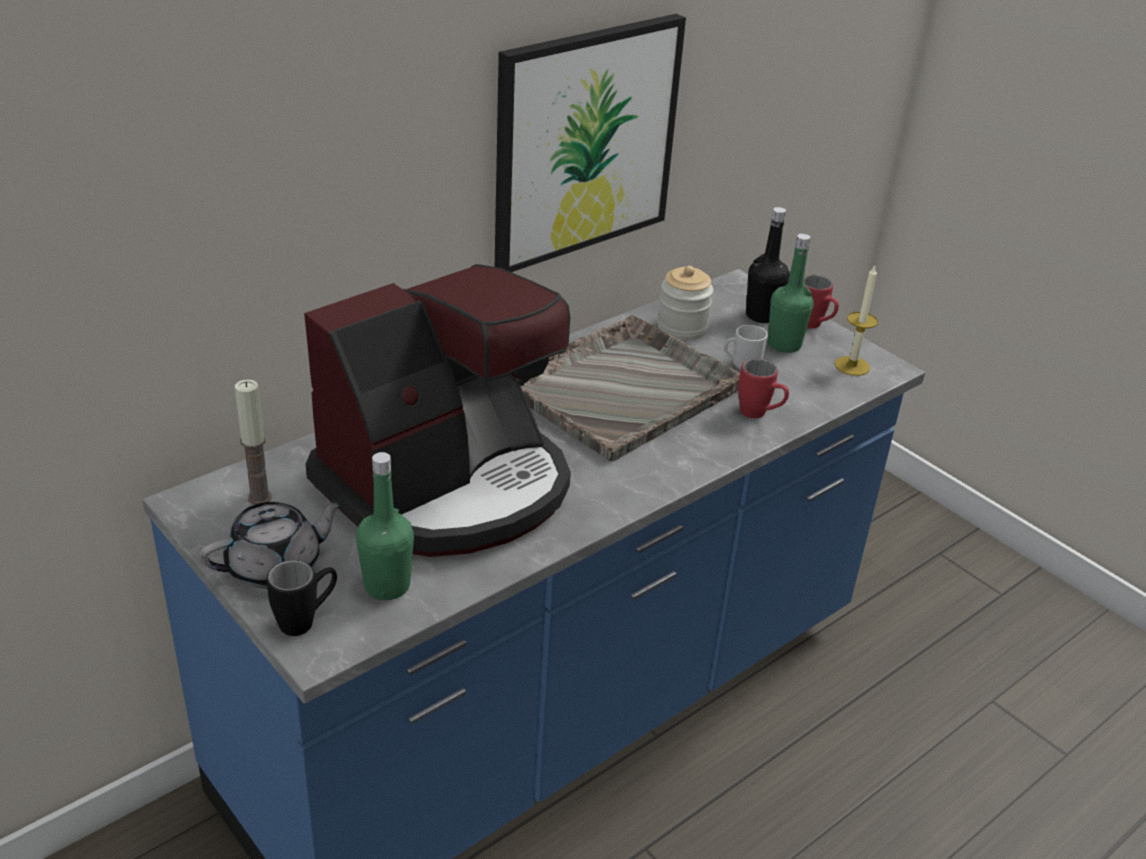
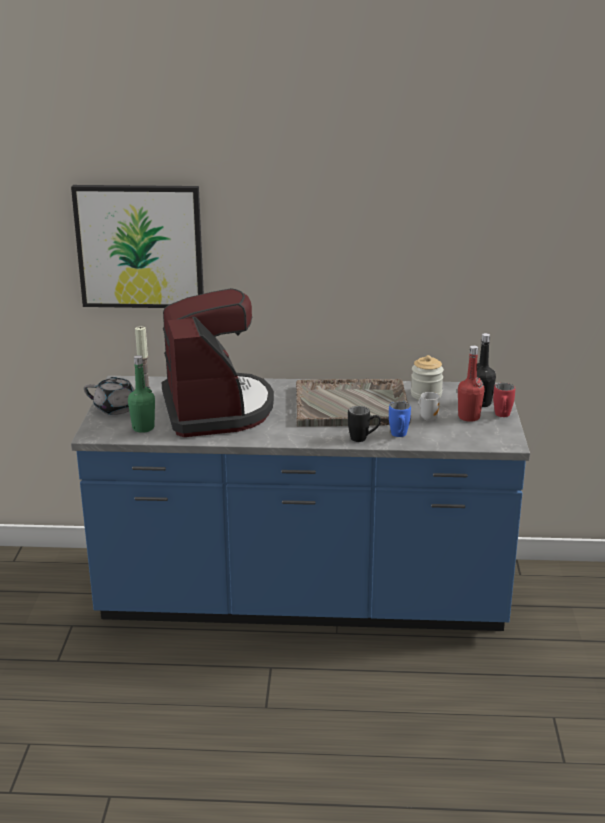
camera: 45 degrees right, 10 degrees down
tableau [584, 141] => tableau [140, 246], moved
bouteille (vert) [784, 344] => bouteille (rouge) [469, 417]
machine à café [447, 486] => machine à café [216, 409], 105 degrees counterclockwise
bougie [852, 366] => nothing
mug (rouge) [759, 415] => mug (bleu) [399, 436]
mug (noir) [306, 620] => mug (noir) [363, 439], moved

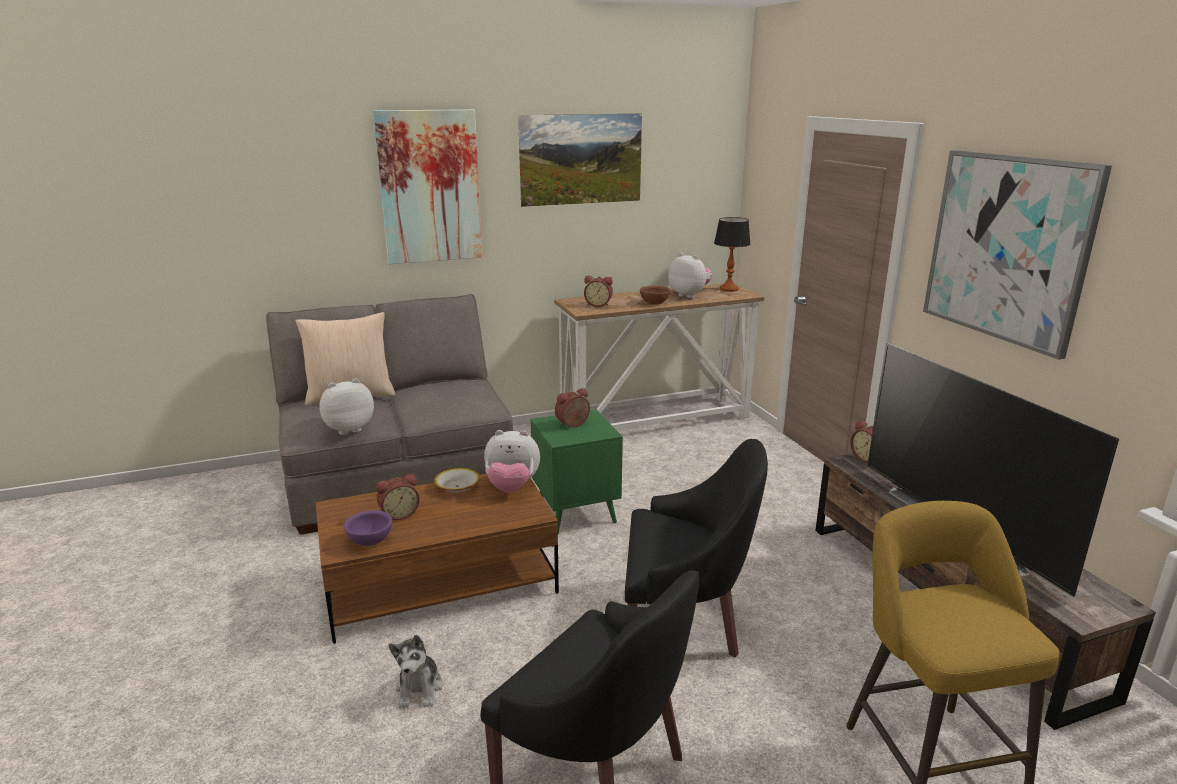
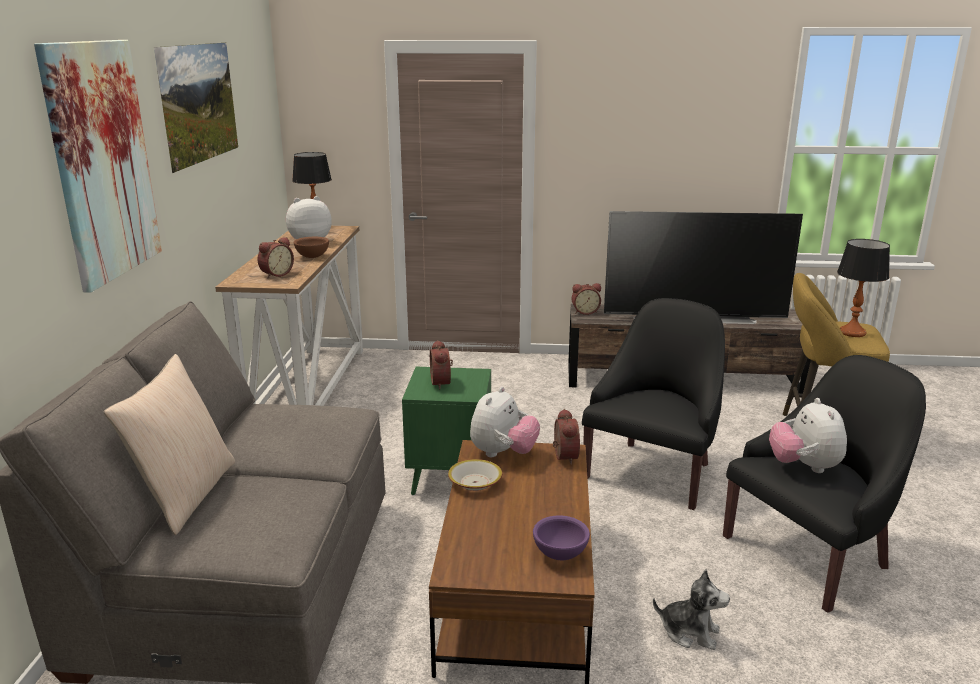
camera: 65 degrees left, 0 degrees up
tableau [1007, 248] => nothing
peluche [348, 429] => peluche [804, 466], moved
réveil [399, 514] => réveil [563, 456], moved
nothing => lampe de table [852, 332]

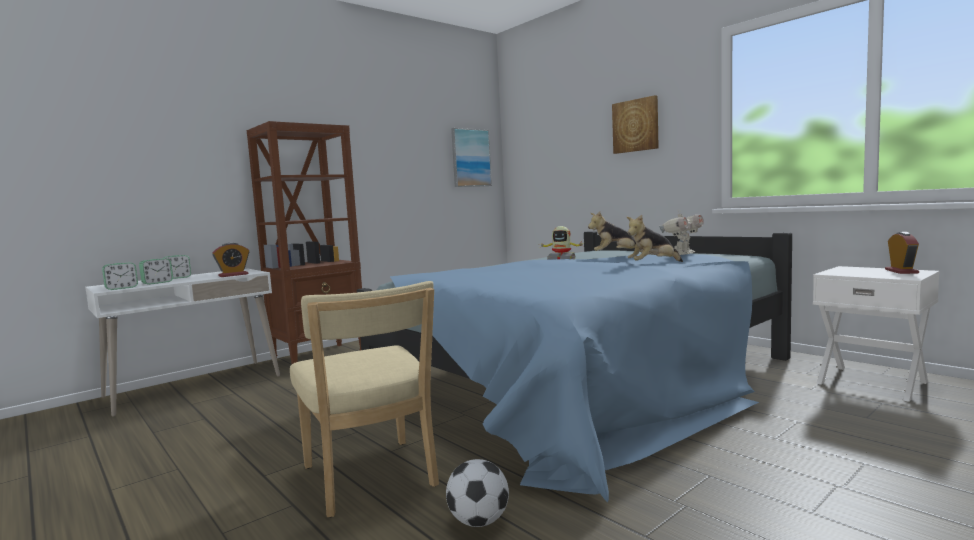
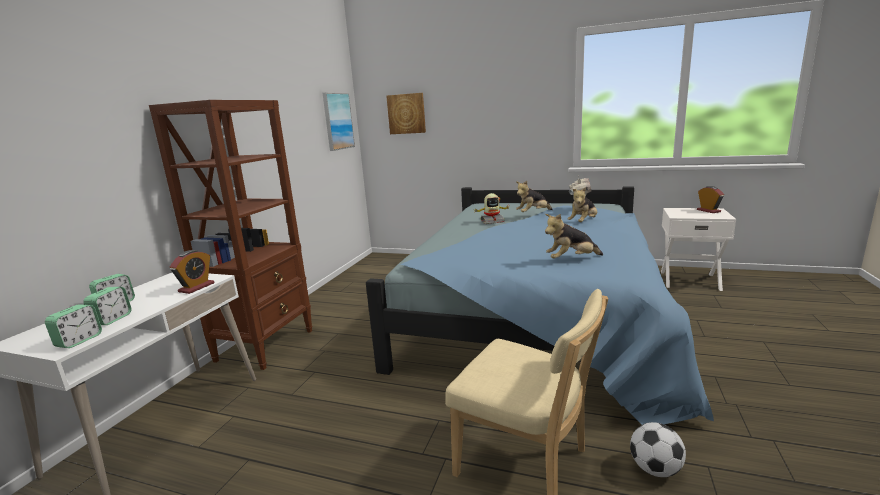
camera: 30 degrees left, 10 degrees up
tableau [635, 125] => tableau [406, 114], moved
nothing => peluche [571, 260]

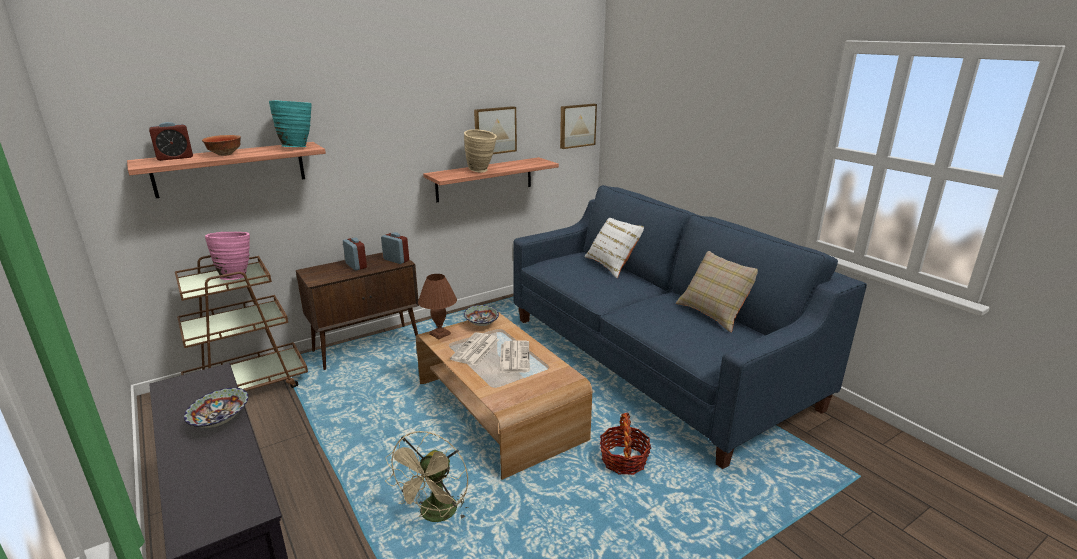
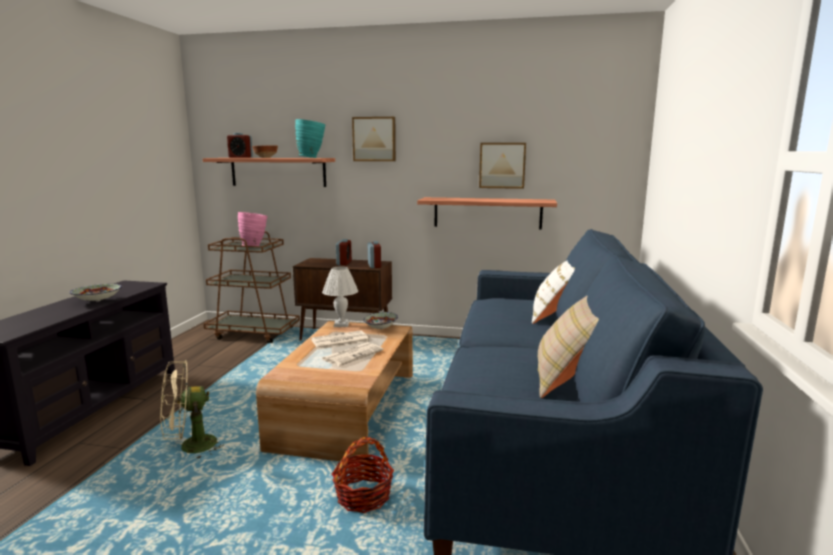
camera: 45 degrees right, 10 degrees down
tableau [577, 125] => tableau [374, 139], moved
vase (beige) [482, 171] => nothing
lampe de table (marron) [439, 334] => lampe de table (blanc) [341, 324]

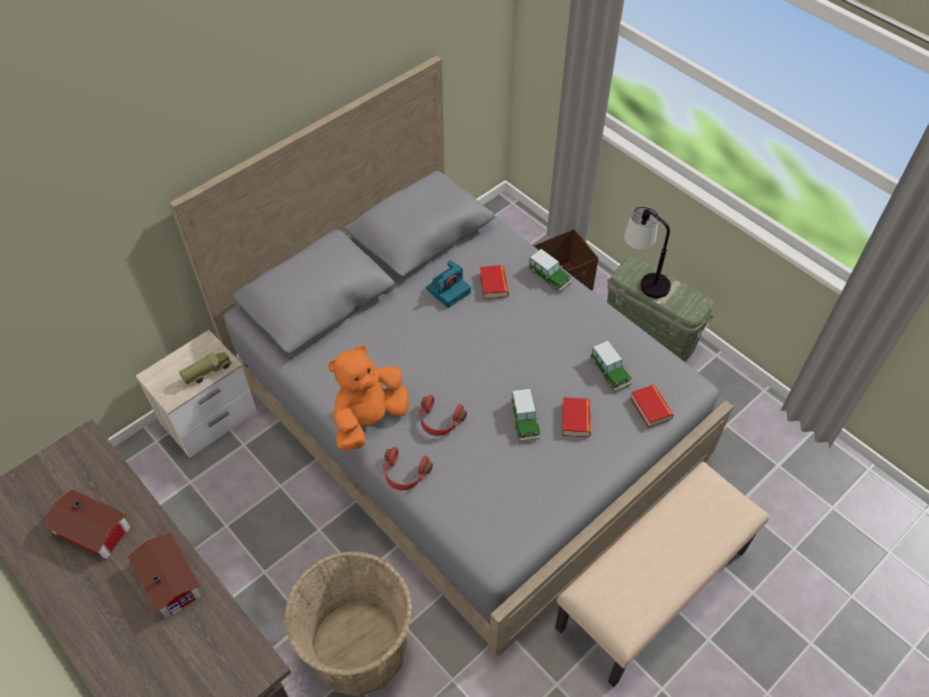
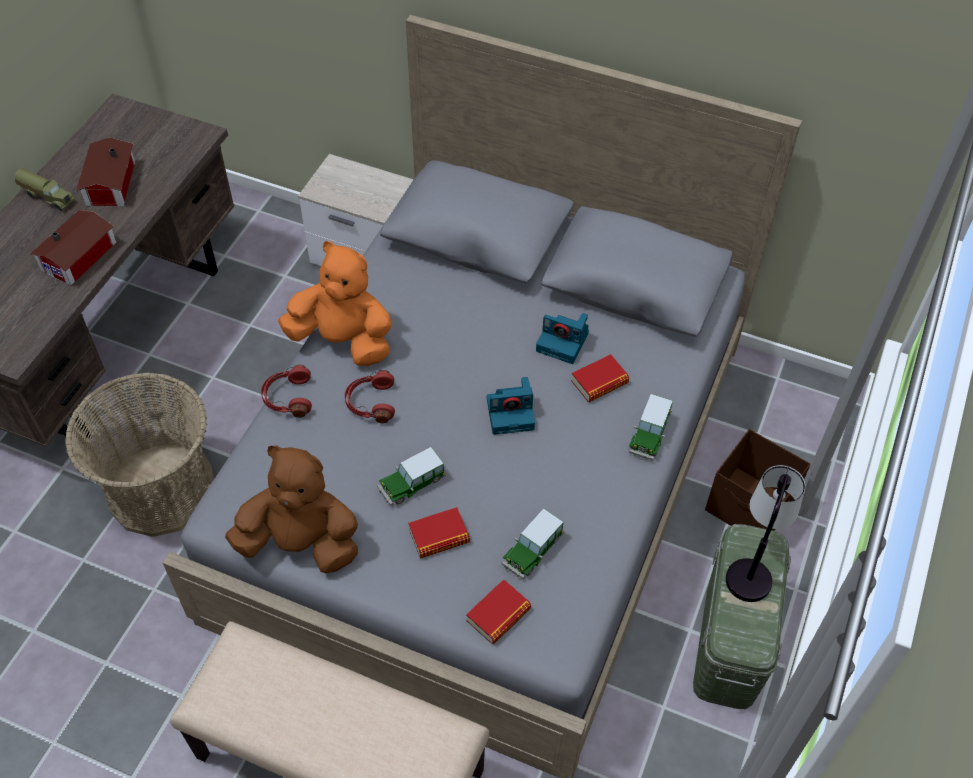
camera: 65 degrees right, 0 degrees up
camion jouet [207, 372] => camion jouet [48, 197], moved
nothing => appareil photo [511, 413]
nothing => peluche (marron) [301, 543]

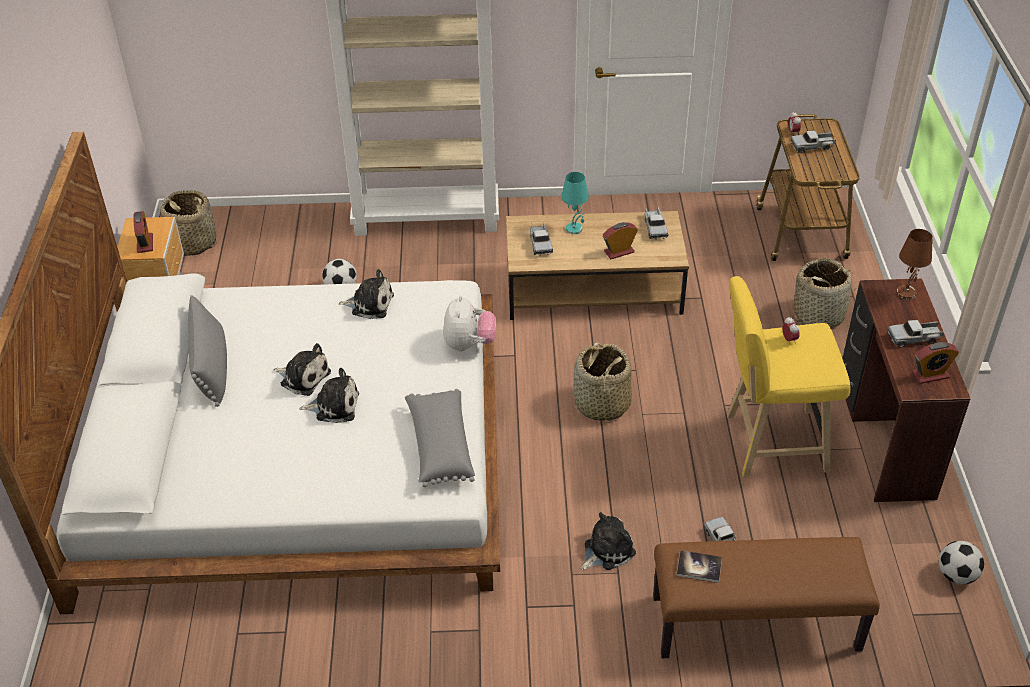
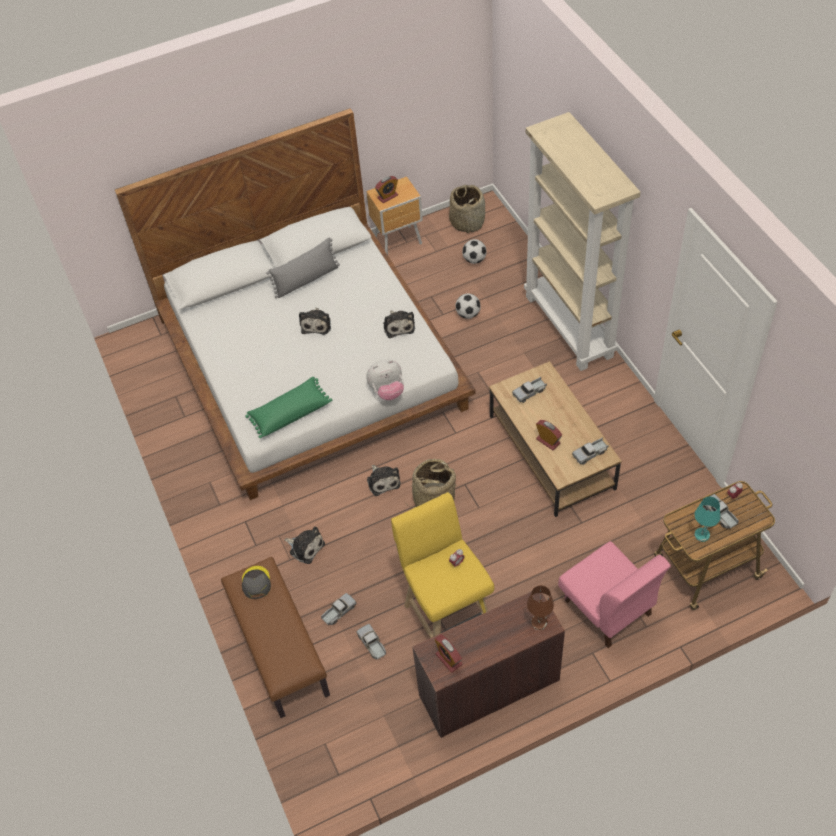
camera: 70 degrees right, 10 degrees up
lampe de table (turquoise) [574, 229] => lampe de table (turquoise) [702, 535], moved
panier [819, 315] => chaise (rose) [607, 608]
camion jouet [914, 338] => camion jouet [372, 644], moved
peluche [334, 406] => peluche [383, 481], moved
coussin (gris) [440, 446] => coussin (vert) [289, 413]
ballon de foot [956, 575] => ballon de foot [474, 260], moved
livre [699, 567] => casquette (gris) [256, 583]

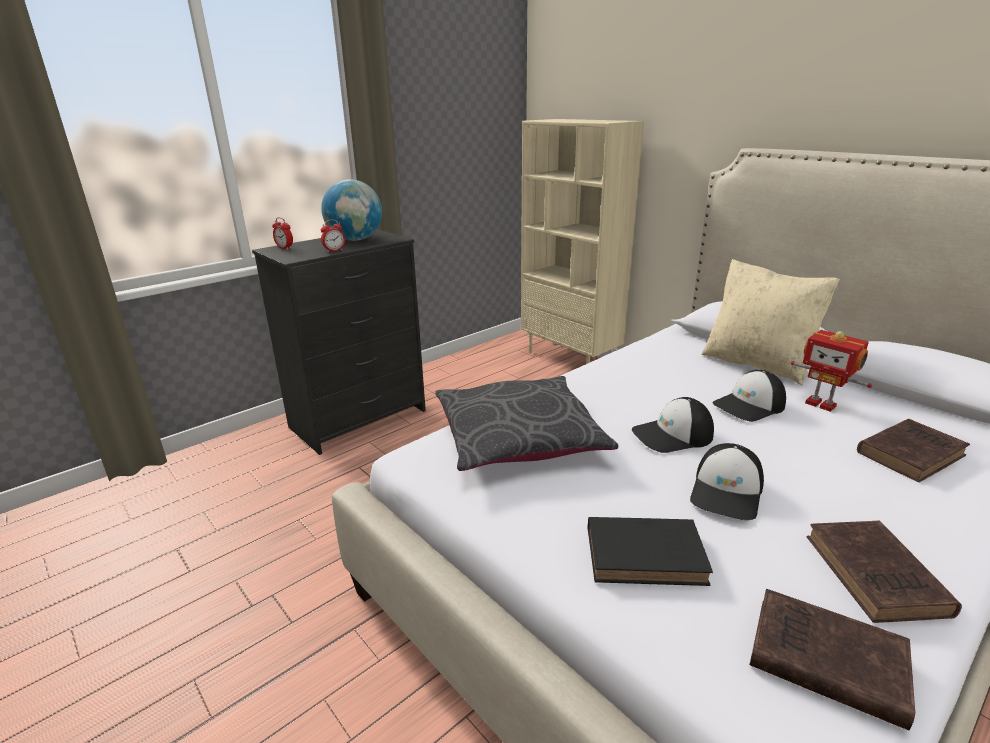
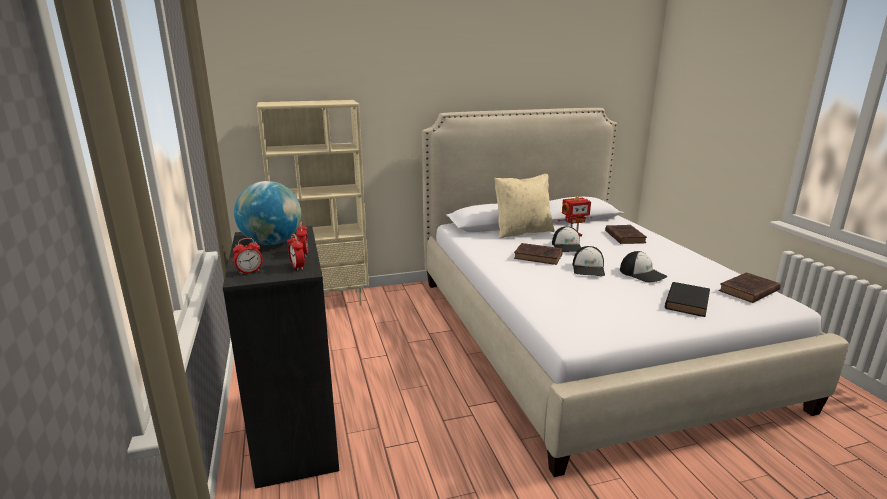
camera: 65 degrees left, 5 degrees down
coussin (gris) [518, 437] => nothing
livre (marron) [877, 577] => livre (marron) [539, 257], moved
nothing => réveil [297, 267]

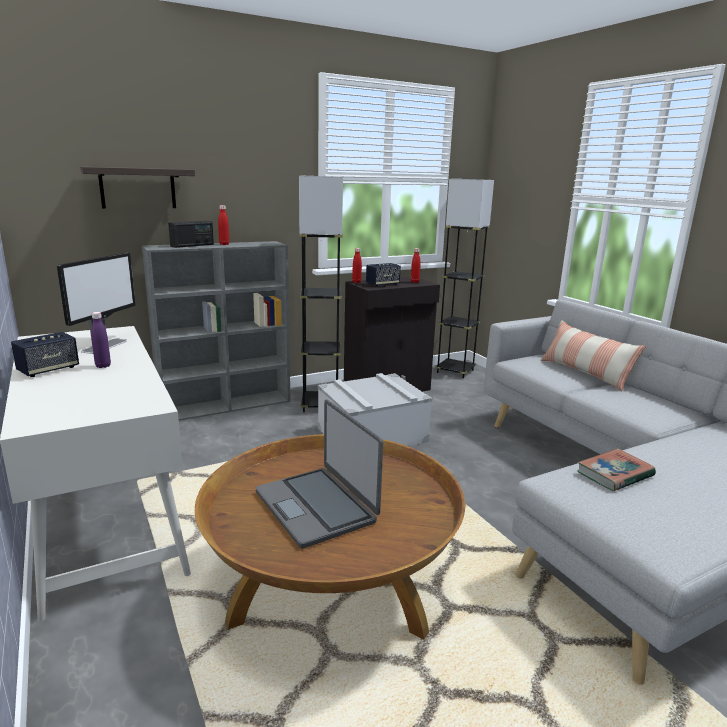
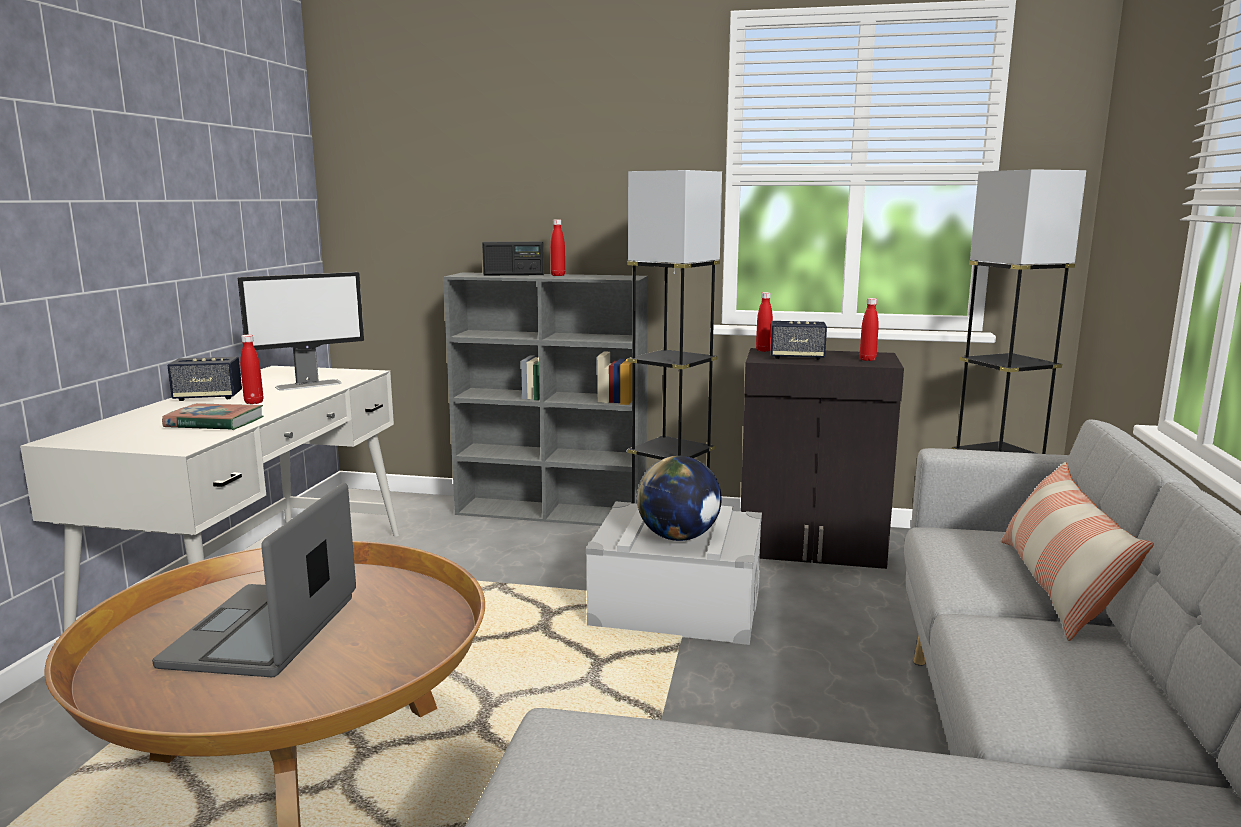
camera: 40 degrees right, 5 degrees down
étagère [138, 188] => nothing
bouteille (violet) [103, 366] => bouteille (rouge) [254, 402]
livre [614, 474] => livre [214, 423], moved
nothing => globe [678, 537]

